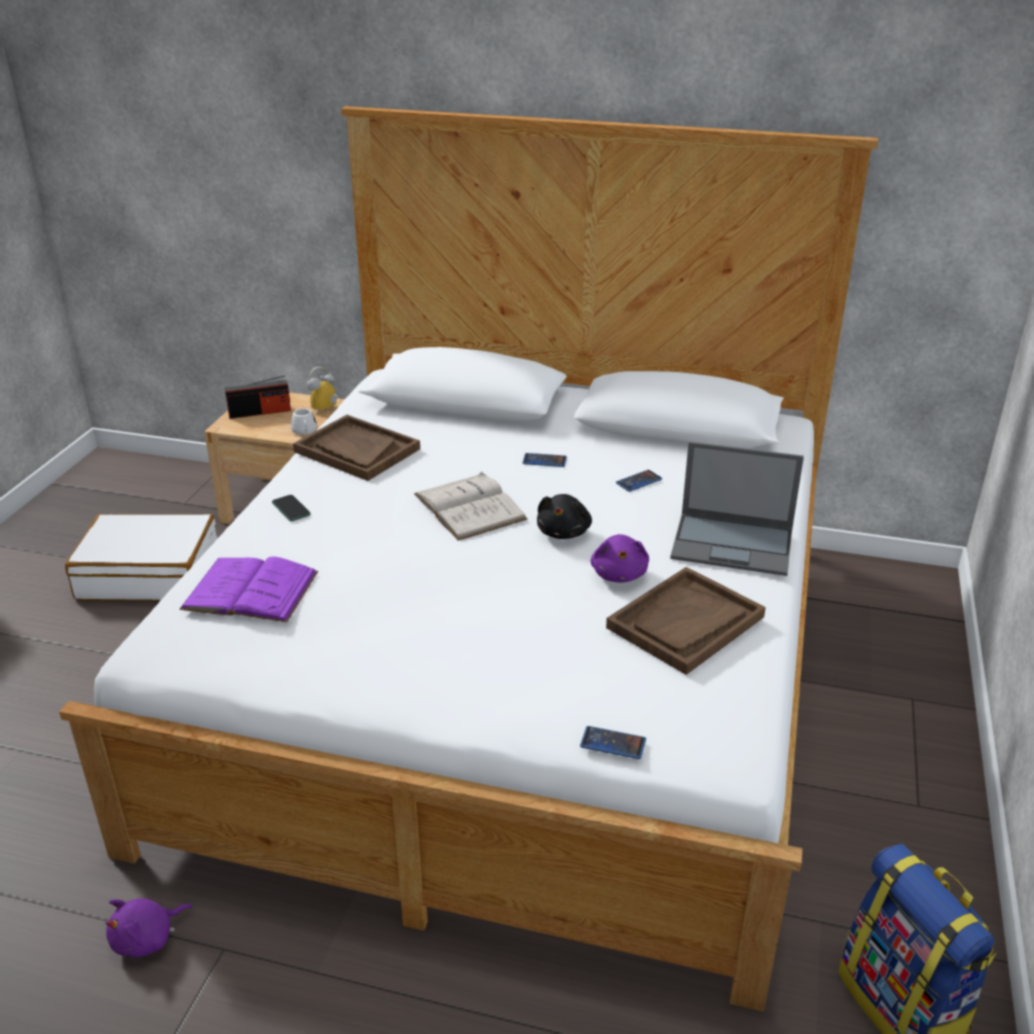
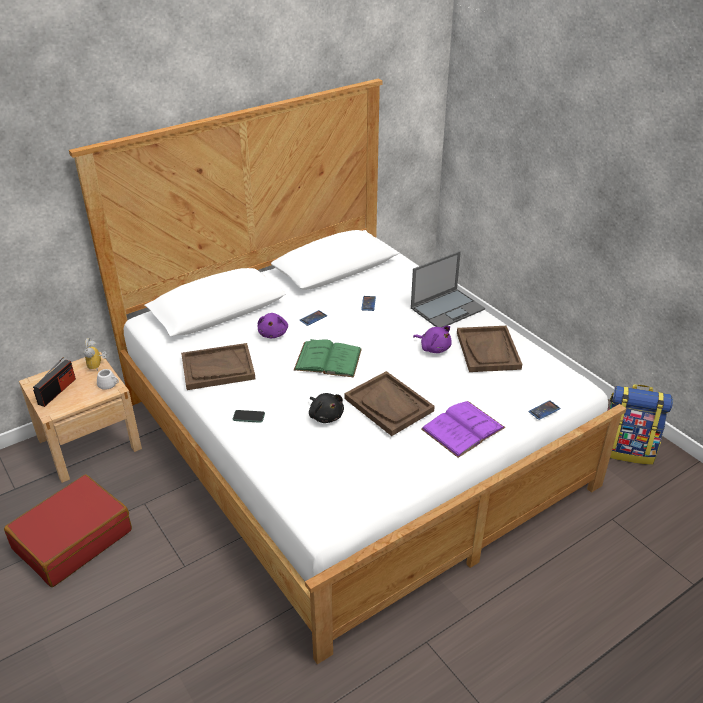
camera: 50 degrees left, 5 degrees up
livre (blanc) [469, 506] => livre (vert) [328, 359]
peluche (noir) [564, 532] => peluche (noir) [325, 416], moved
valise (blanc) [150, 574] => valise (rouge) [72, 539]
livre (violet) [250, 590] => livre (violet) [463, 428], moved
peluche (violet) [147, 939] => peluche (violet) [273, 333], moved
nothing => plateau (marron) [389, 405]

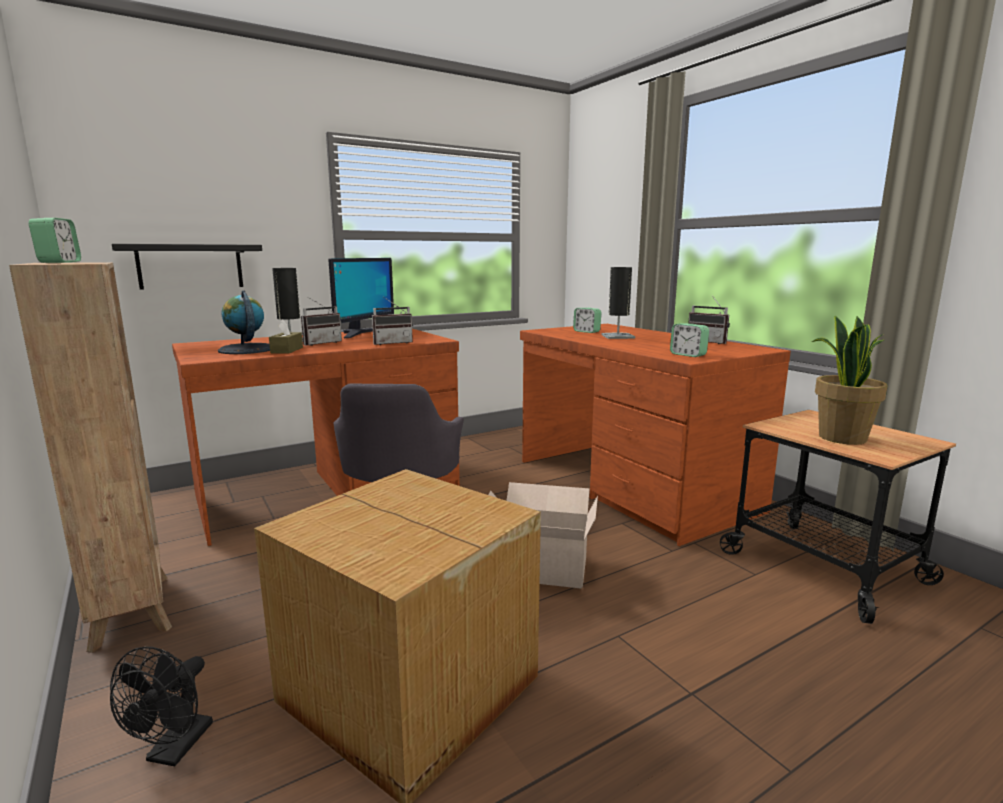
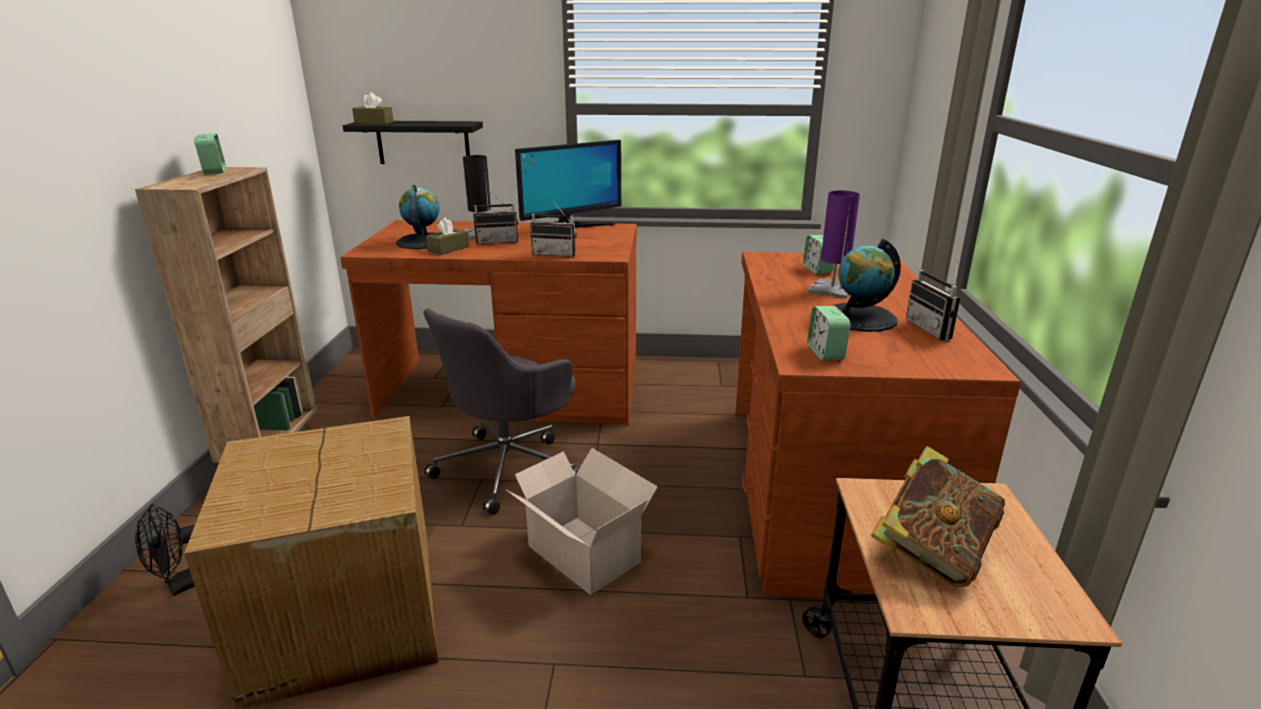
camera: 35 degrees right, 10 degrees up
réveil [59, 262] => réveil [214, 171], 45 degrees counterclockwise
lampe de table (noir) [617, 336] => lampe de table (violet) [832, 289]
plante en pot [841, 437] => livre [931, 552]
nothing => boîte à mouchoirs (marron) [374, 122]
nothing => globe [859, 318]

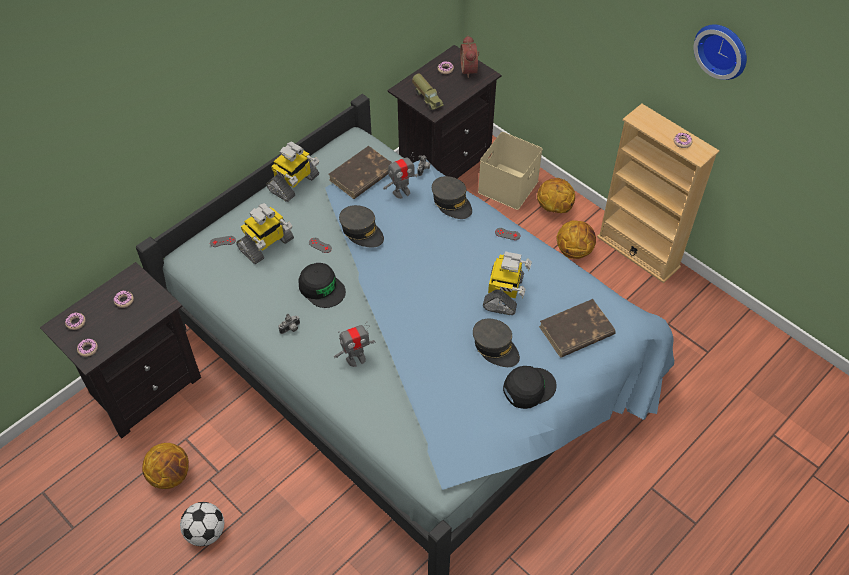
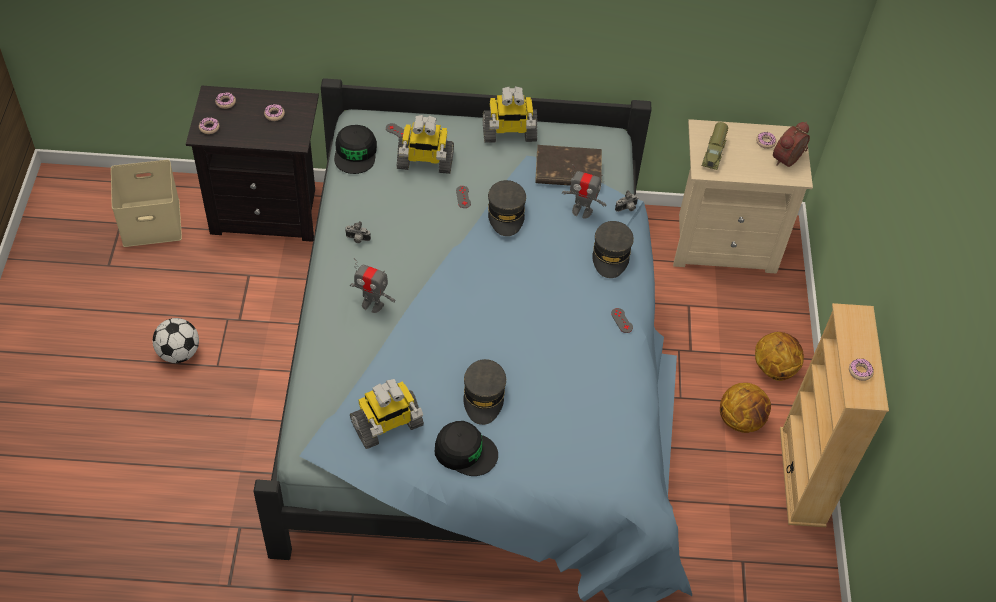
camera: 45 degrees right, 0 degrees up
horloge murale [723, 49] => nothing
table de chevet (noir) [443, 162] => table de chevet (beige) [724, 242]
boîte de rangement (beige) [507, 185] => boîte de rangement (beige) [152, 220], moved
robot jouet [504, 293] => robot jouet [387, 425], moved
casquette (noir) [322, 288] => casquette (noir) [356, 153], moved
livre (marron) [576, 331] => nothing
ballon de basket [171, 475] => nothing

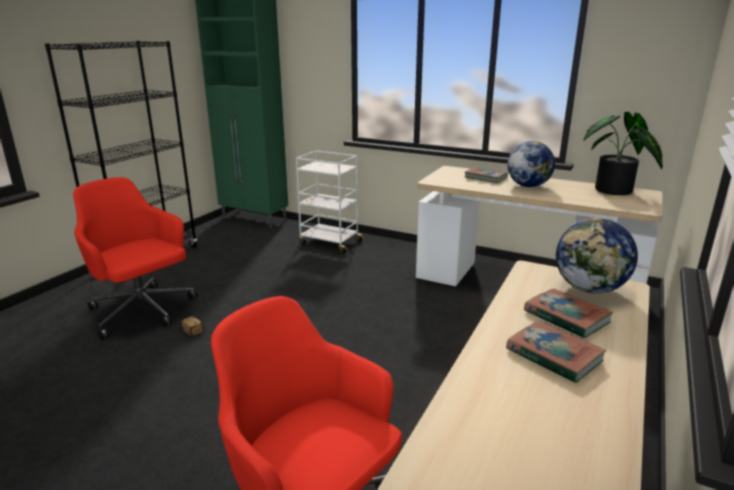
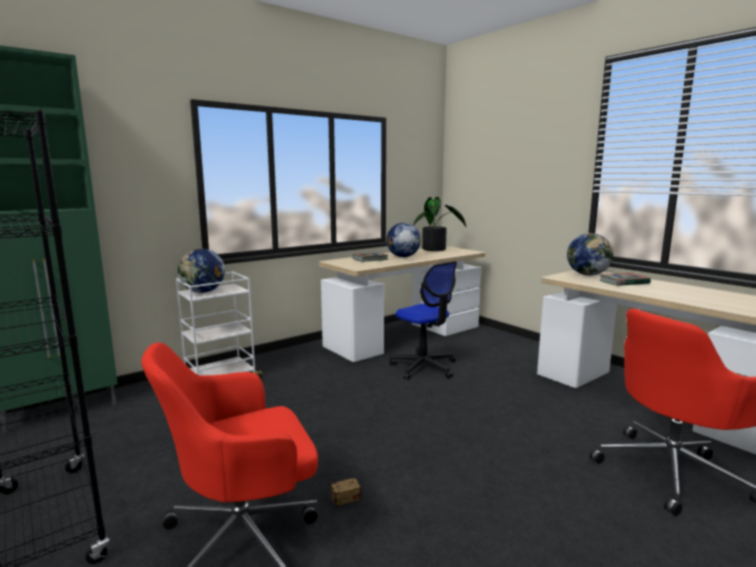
camera: 65 degrees left, 10 degrees down
livre [553, 356] => nothing
nothing => globe [203, 292]
nothing => chaise de bureau [424, 367]

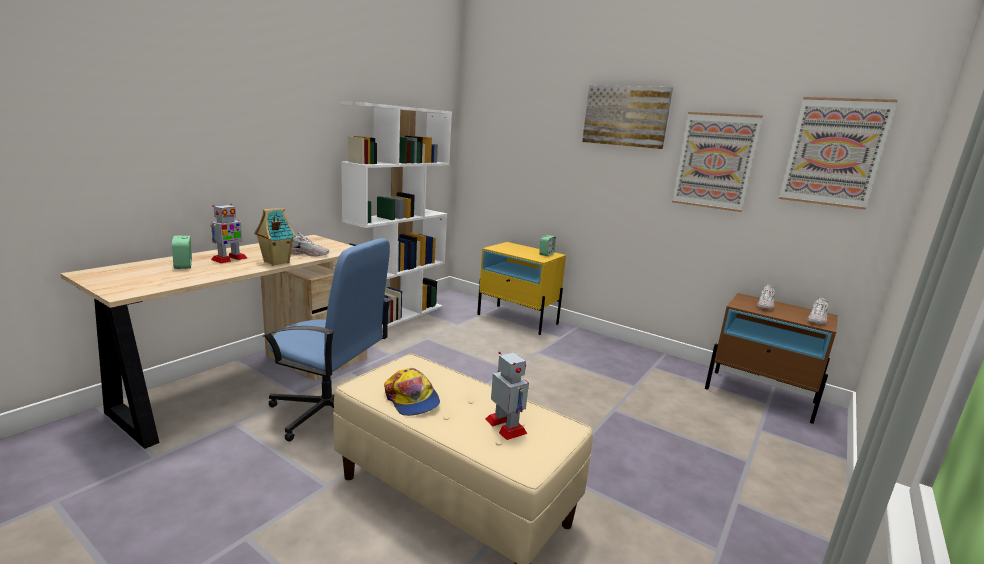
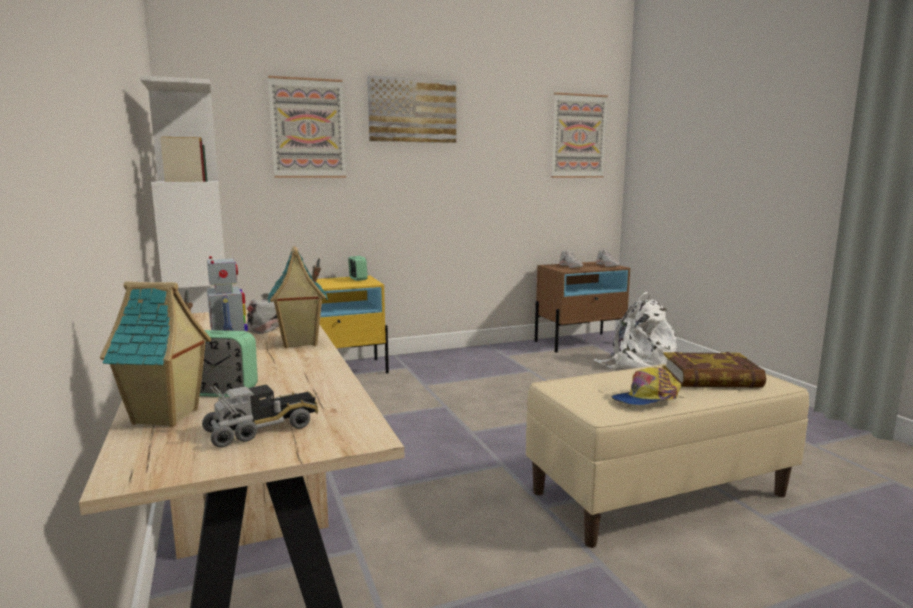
camera: 55 degrees left, 5 degrees down
tableau [715, 161] => tableau [308, 128], moved
chaise de bureau (bleu) [328, 411] => nothing
robot jouet [506, 426] => livre [711, 378]
casquette [412, 399] => casquette [646, 399], 150 degrees clockwise
nothing => maison miniature [167, 417]
nothing => sac à dos (blanc) [637, 363]
nothing => camion jouet [263, 429]

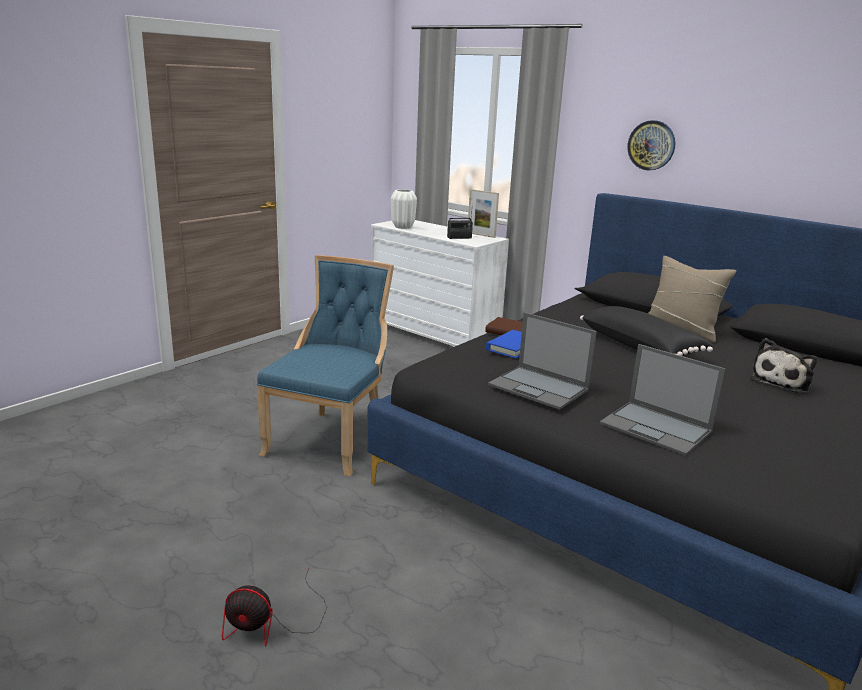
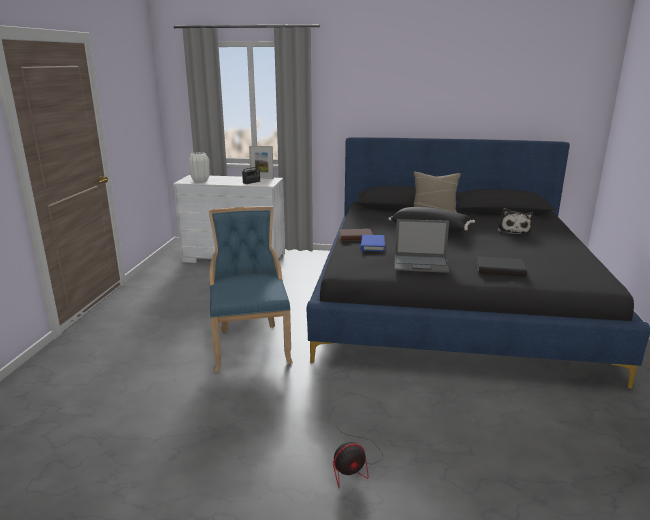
camera: 30 degrees left, 0 degrees up
horloge murale [651, 145] => nothing
ordinateur portable [657, 428] => livre (noir) [500, 269]

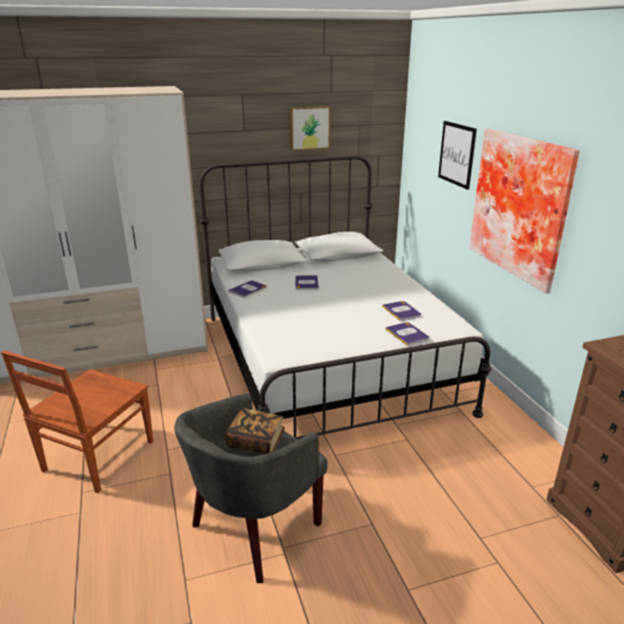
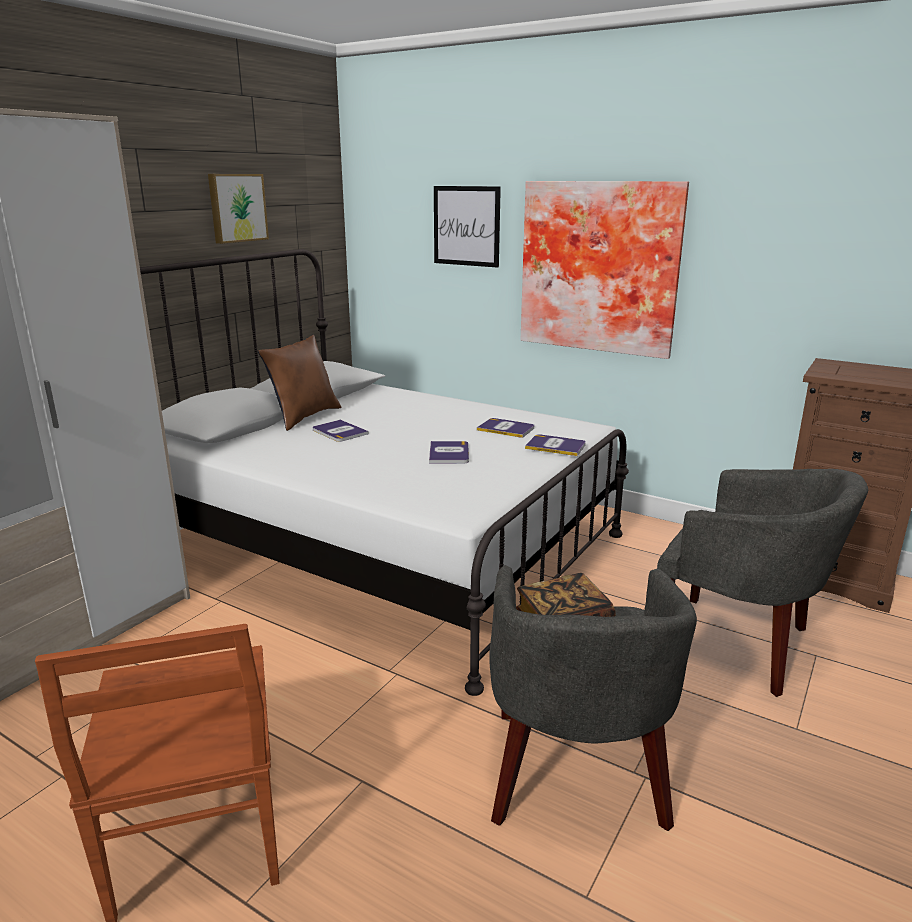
camera: 40 degrees left, 5 degrees down
livre [248, 289] => livre [449, 453], moved
nothing => coussin (marron) [304, 417]
nothing => fauteuil (gris) [739, 644]

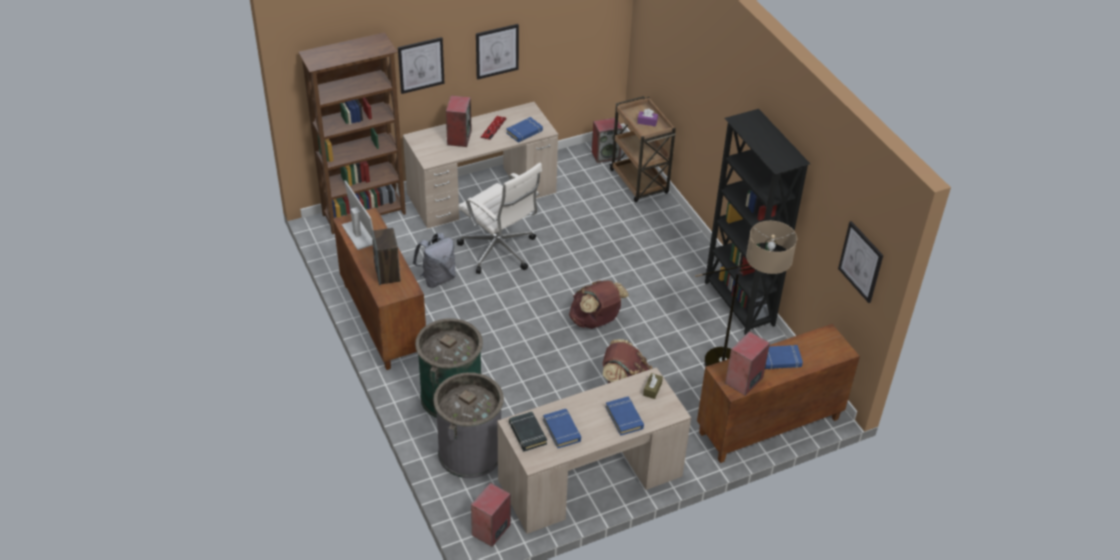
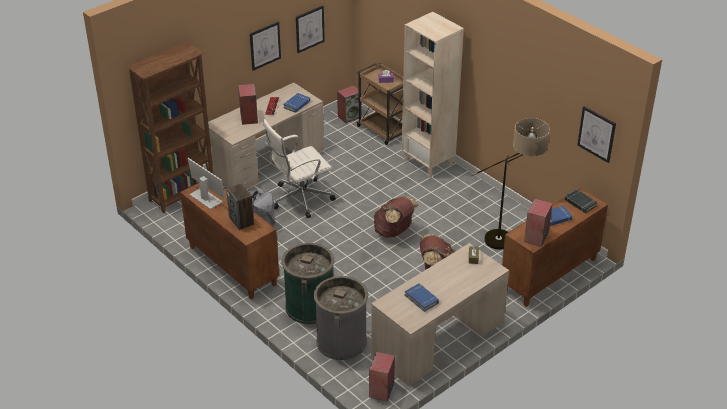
camera: 15 degrees left, 5 degrees down
tableau [421, 65] => tableau [309, 29], moved
bibliothèque (noir) [739, 304] => nothing
chaise de bureau (blanc) [499, 251] => chaise de bureau (blanc) [300, 199], 120 degrees clockwise
livre (bleu) [624, 418] => nothing
livre (noir) [527, 433] => livre (noir) [580, 203], moved
nothing => bibliothèque (beige) [428, 163]

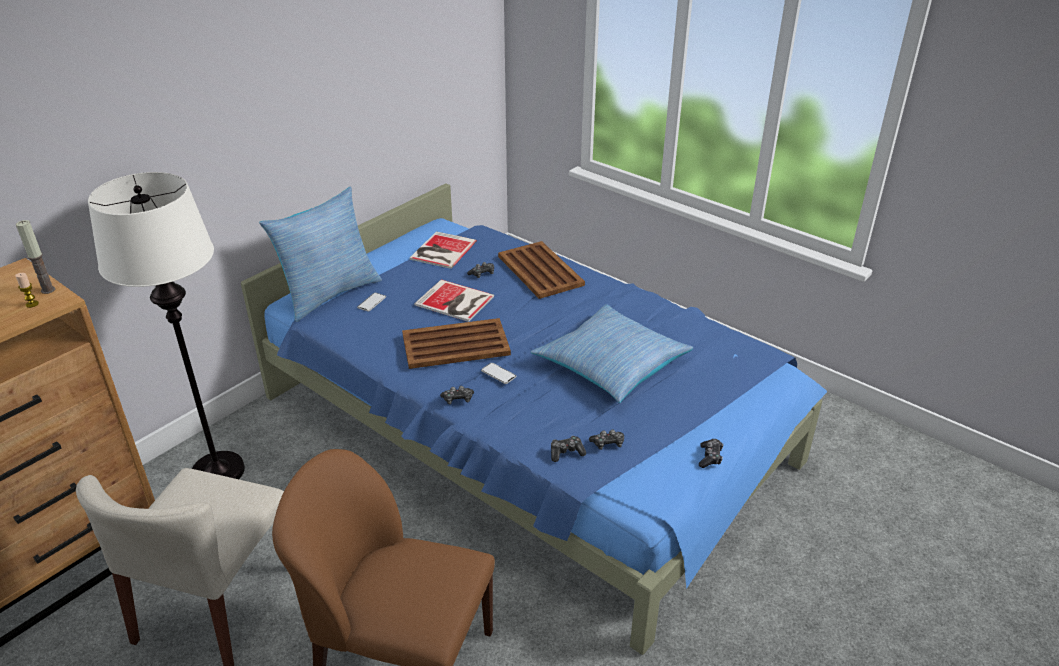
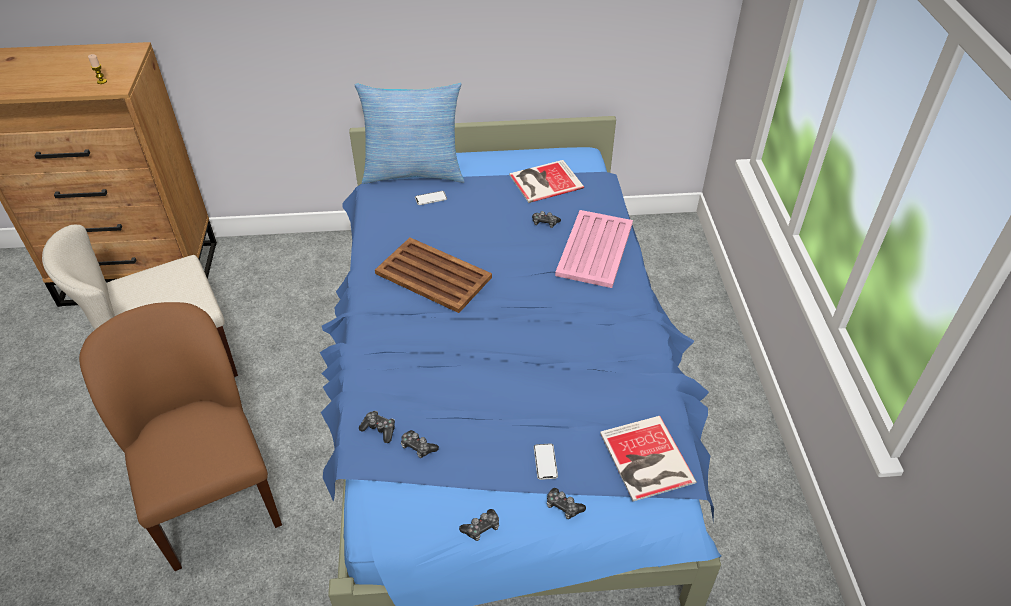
camera: 45 degrees right, 10 degrees up
lampadaire (blanc) [218, 472] => nothing
bougie [48, 290] => nothing
plateau (marron) [540, 270] => plateau (rose) [595, 248]
livre [455, 302] => livre [646, 460], moved
coussin [611, 363] => nothing
téléphone [498, 374] => téléphone [545, 462], moved
manette [458, 399] => manette [563, 507], moved

